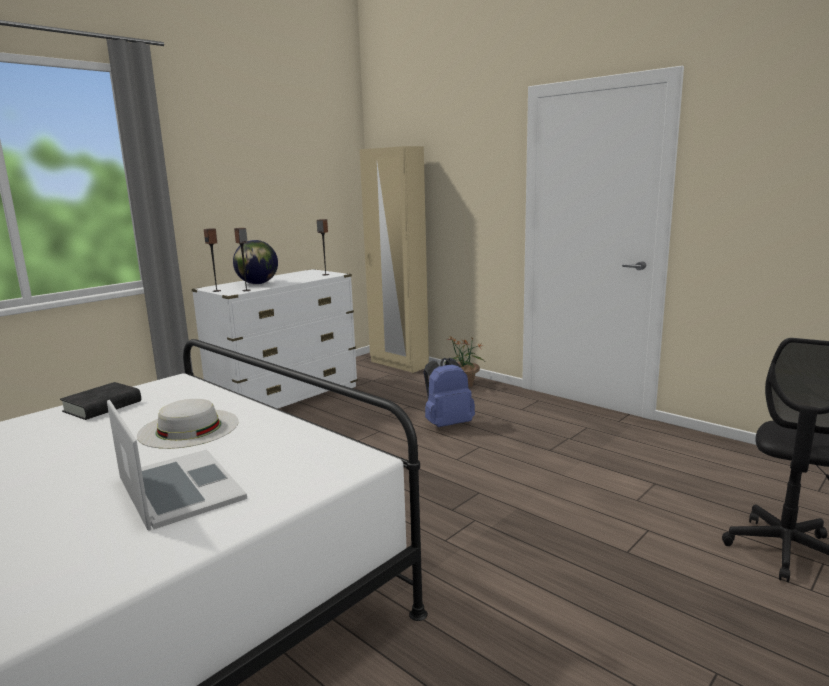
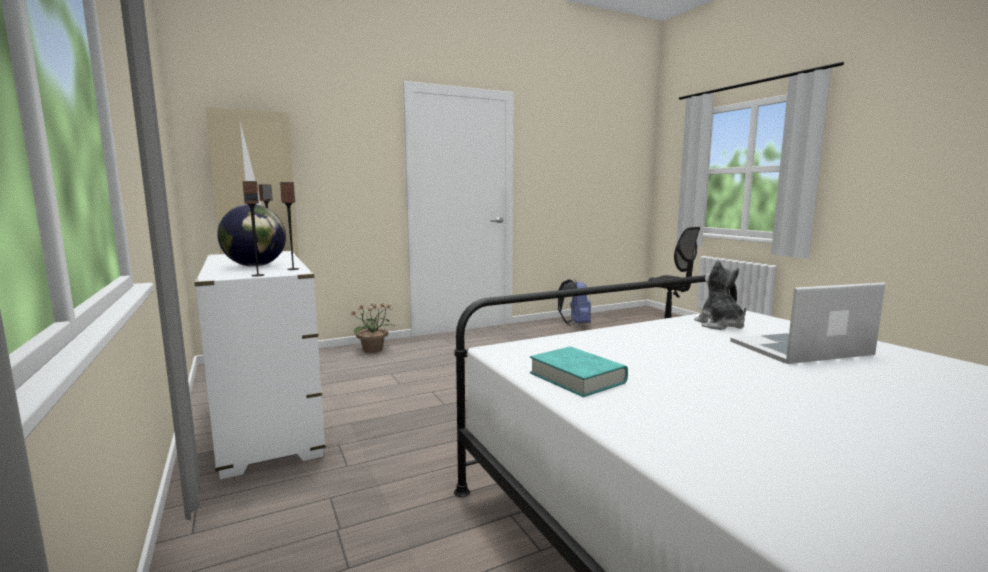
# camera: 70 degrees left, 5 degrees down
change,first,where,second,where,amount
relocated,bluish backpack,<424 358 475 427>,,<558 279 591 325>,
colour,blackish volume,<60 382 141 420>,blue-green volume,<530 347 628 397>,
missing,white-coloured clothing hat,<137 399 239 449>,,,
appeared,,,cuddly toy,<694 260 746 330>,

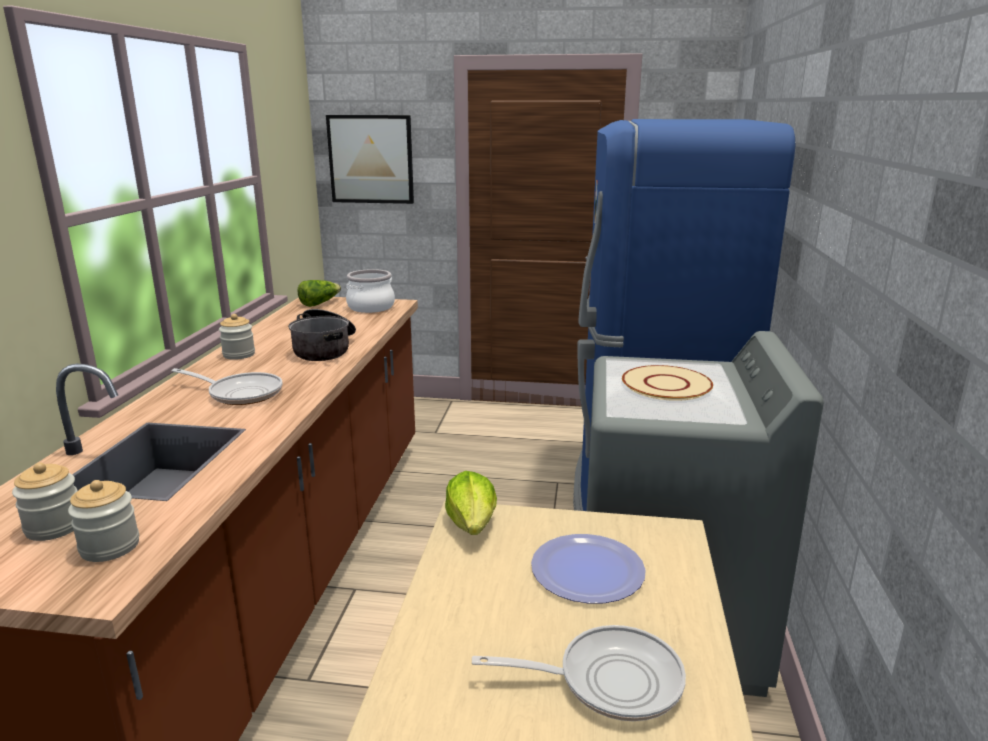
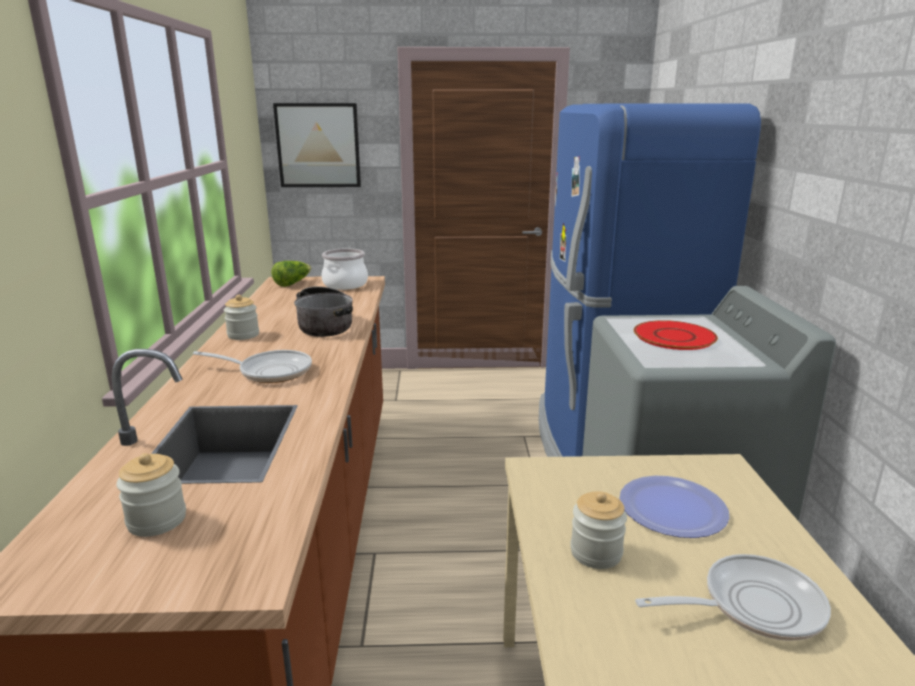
# camera: 10 degrees left, 0 degrees up
change,first,where,second,where,amount
colour,sand-coloured flat dish,<622 365 713 401>,reddish flat dish,<634 320 718 350>,
missing,lettuce head,<445 471 497 535>,,,
relocated,jar,<68 480 139 562>,,<570 491 627 569>,

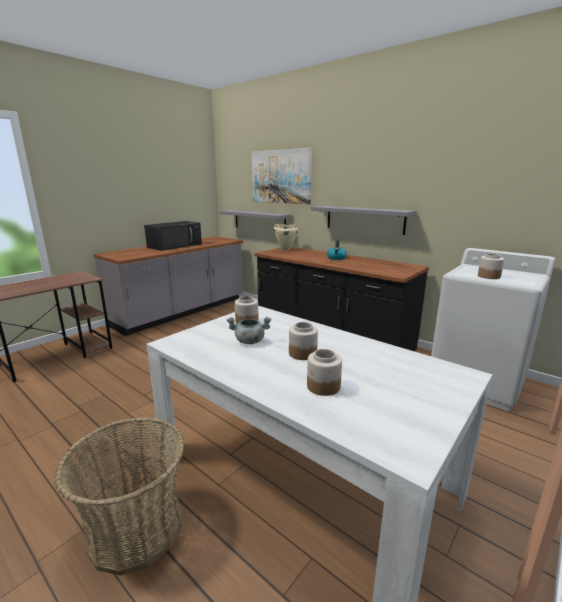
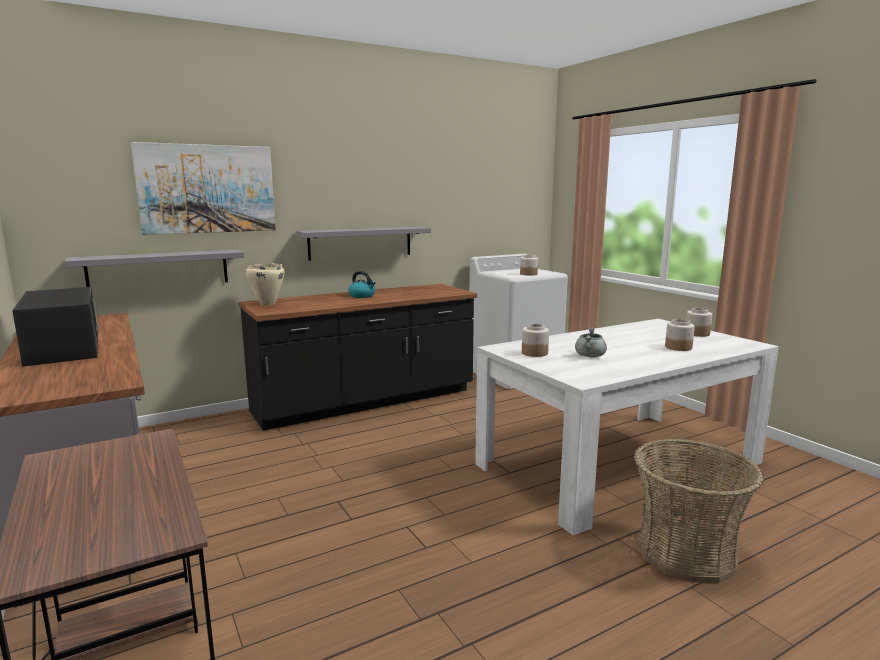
# camera: 70 degrees left, 5 degrees down
change,first,where,second,where,amount
relocated,jar,<289 322 318 360>,,<686 308 712 337>,

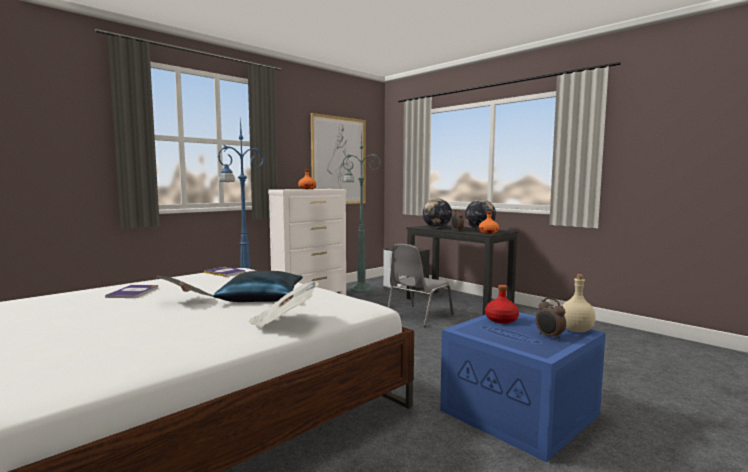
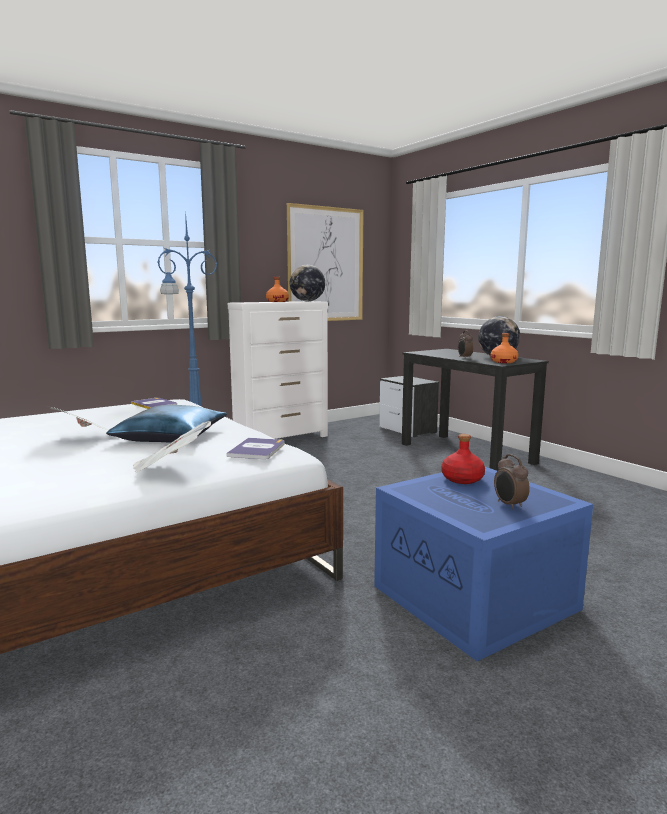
# camera: 10 degrees right, 5 degrees up
change,first,where,second,where,amount
missing,greenish floor lamp,<342 132 381 293>,,,
relocated,globe,<422 199 452 228>,,<290 265 325 301>,
missing,greyish plain chair,<388 244 454 327>,,,
missing,sand-coloured drink bottle,<562 274 596 332>,,,
relocated,volume,<105 285 158 298>,,<226 438 285 459>,

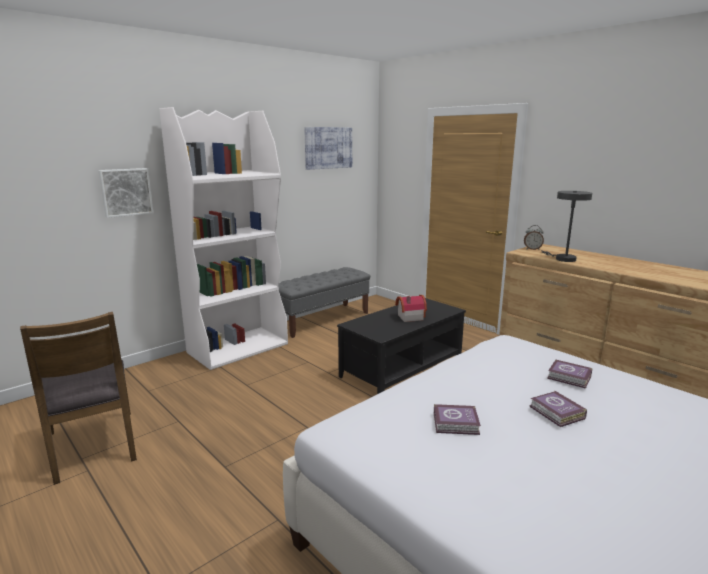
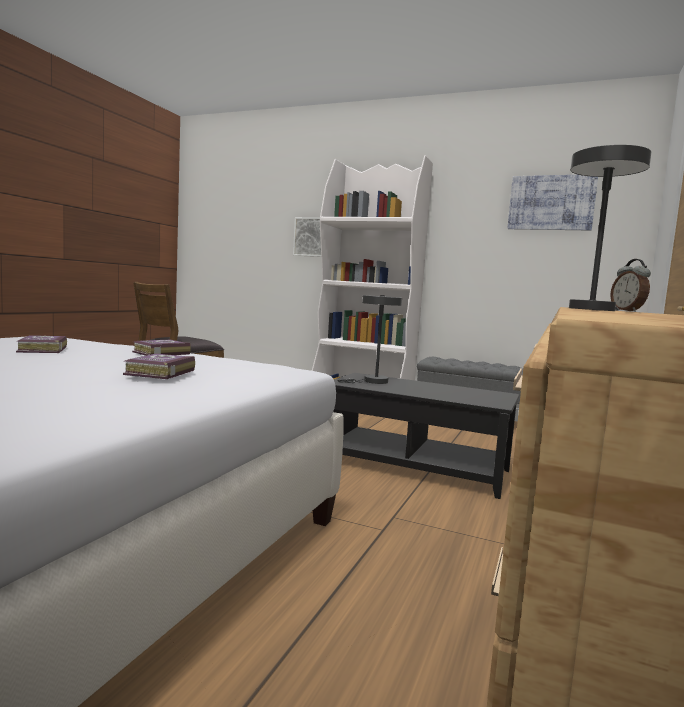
# camera: 65 degrees right, 10 degrees down
change,first,where,second,where,amount
missing,miniature house,<395 295 427 322>,,,
relocated,volume,<529 391 587 427>,,<132 340 191 356>,
appeared,,,greyish tabletop lamp,<337 295 402 384>,

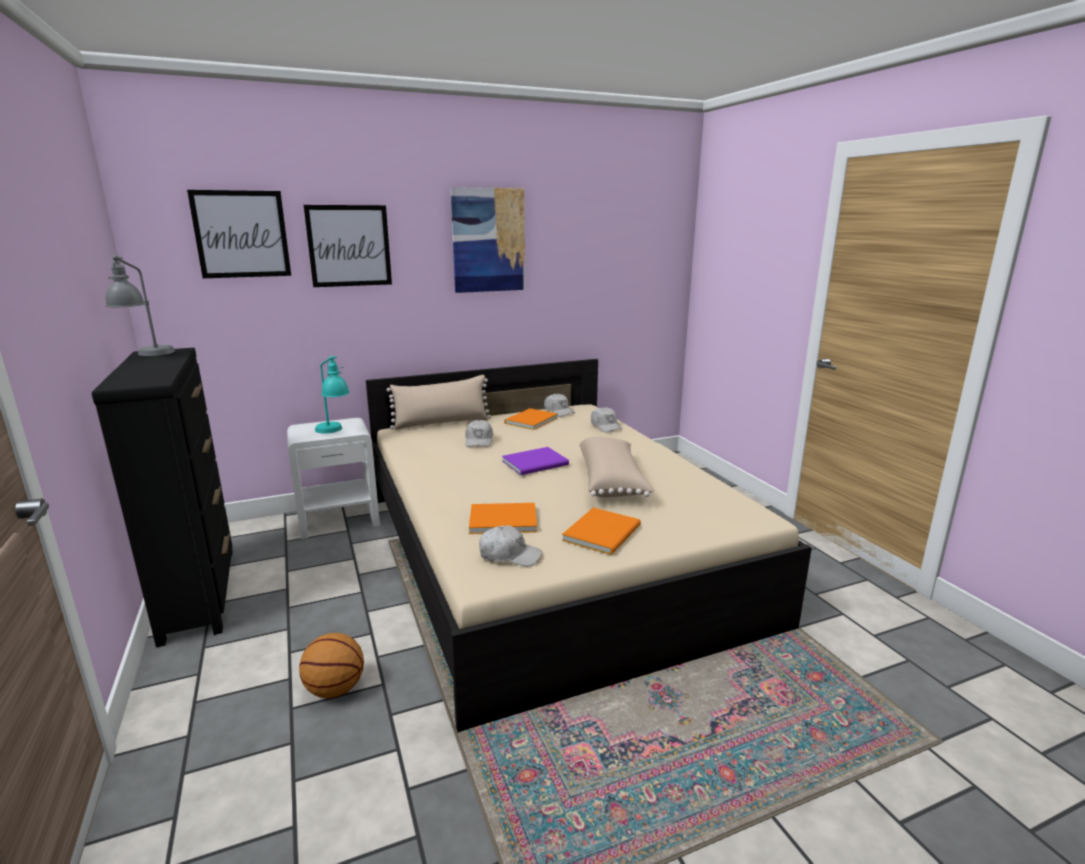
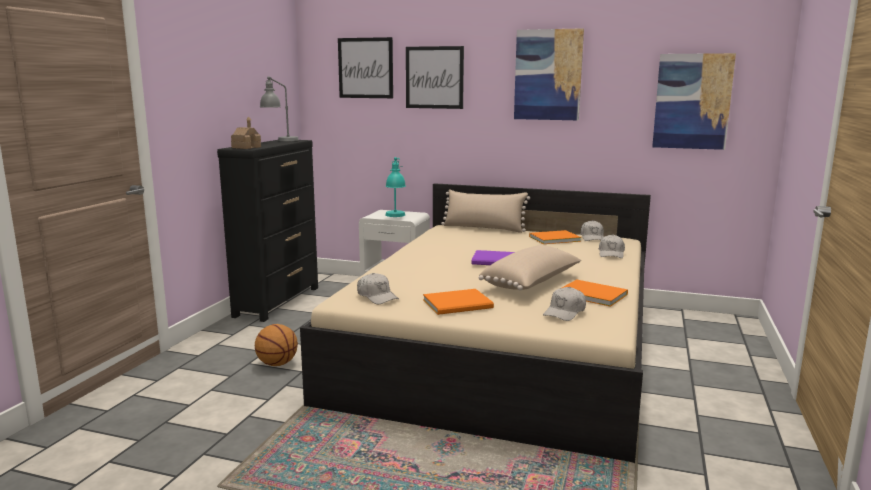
# camera: 40 degrees right, 5 degrees down
change,first,where,second,where,amount
relocated,white-coloured cap,<465 420 493 447>,,<543 287 586 321>,
relocated,orange volume,<469 503 537 534>,,<562 279 628 307>,
appeared,,,picture,<652 53 736 150>,
appeared,,,miniature house,<231 116 261 149>,

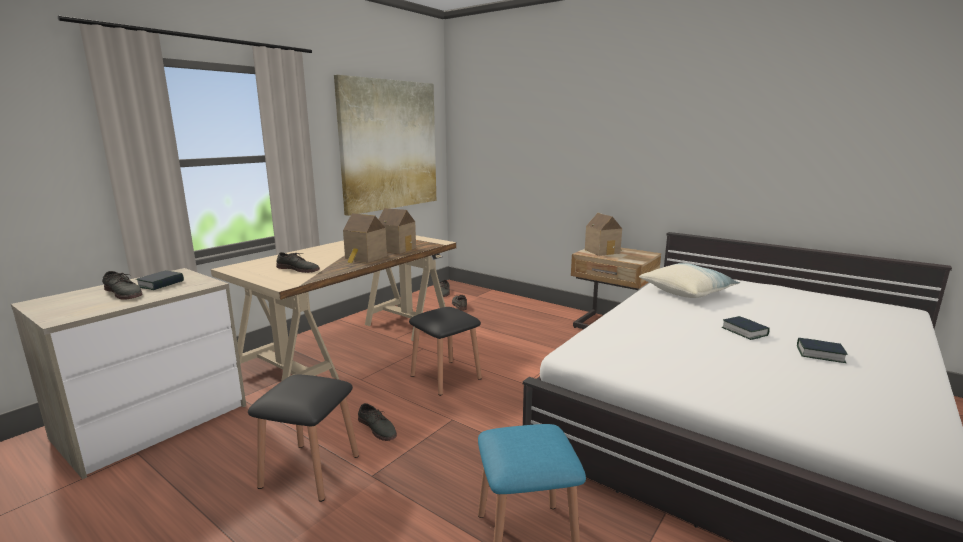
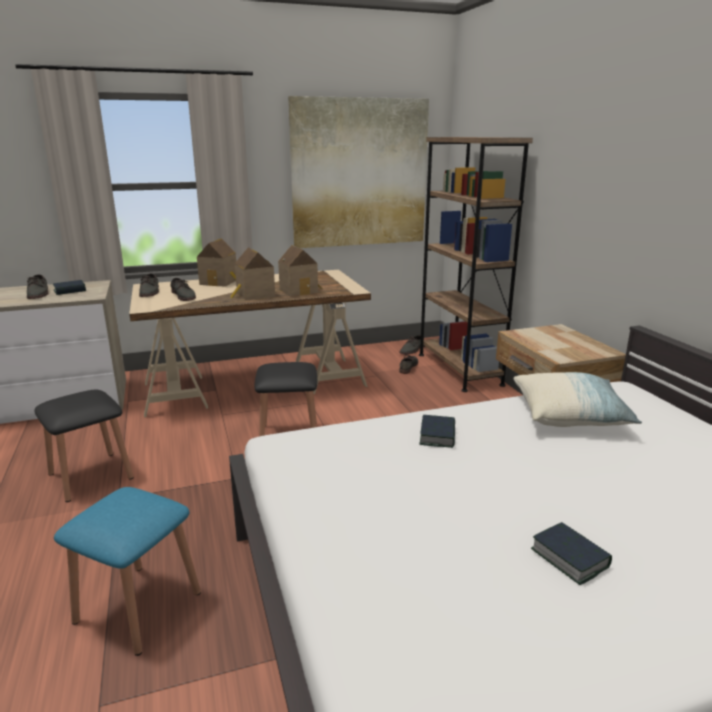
# camera: 35 degrees right, 5 degrees up
change,first,where,second,where,amount
relocated,miniature house,<585 213 622 256>,,<197 238 236 287>,
relocated,volume,<722 316 770 340>,,<419 415 455 448>,
relocated,greyish shoe,<358 403 397 441>,,<139 273 159 297>,
appeared,,,brownish shelving unit,<419 137 533 392>,

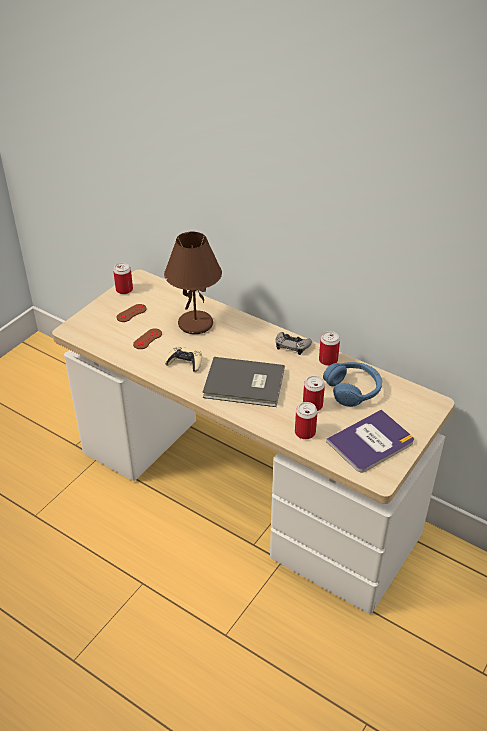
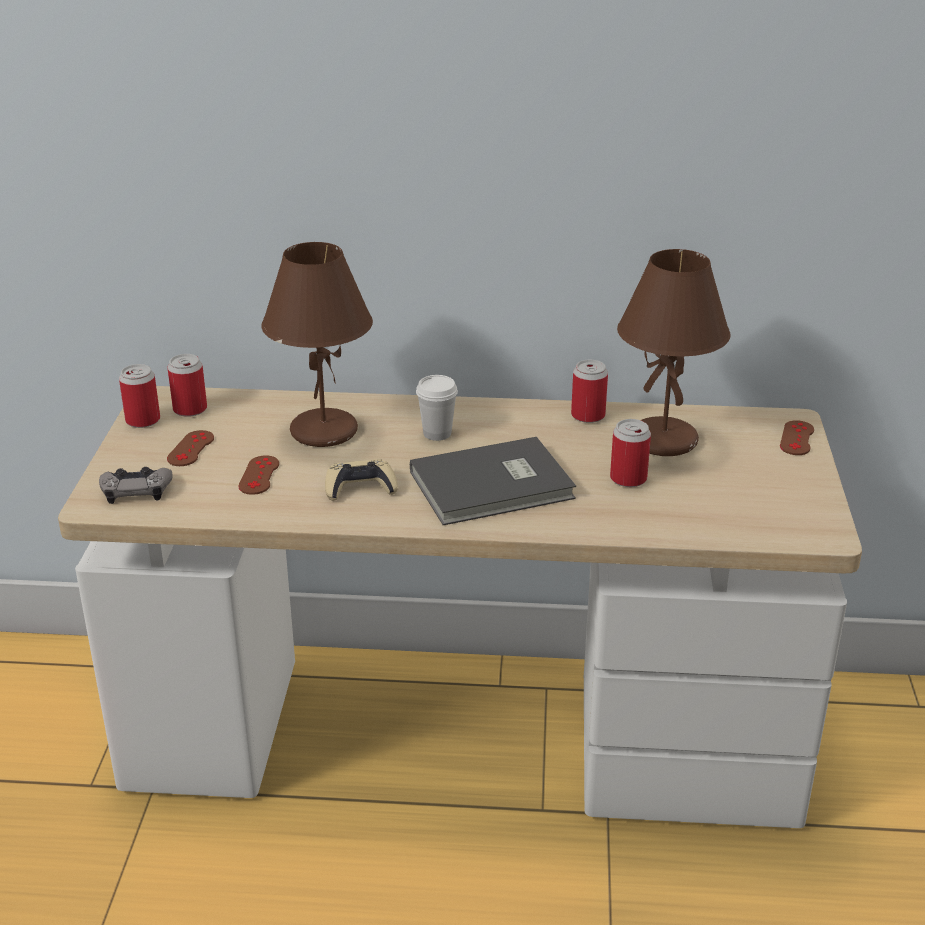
# camera: 30 degrees left, 10 degrees down
change,first,where,second,where,amount
relocated,greyish game controller,<276 332 312 355>,,<99 467 172 504>,
exchanged,bluish headphones,<323 362 382 407>,brownish tabletop lamp,<617 249 730 456>,
relocated,can,<295 402 317 439>,,<167 354 207 417>,
missing,volume,<326 409 414 472>,,,
appeared,,,white-coloured cup,<416 375 458 441>,
appeared,,,brownish game controller,<780 420 814 455>,

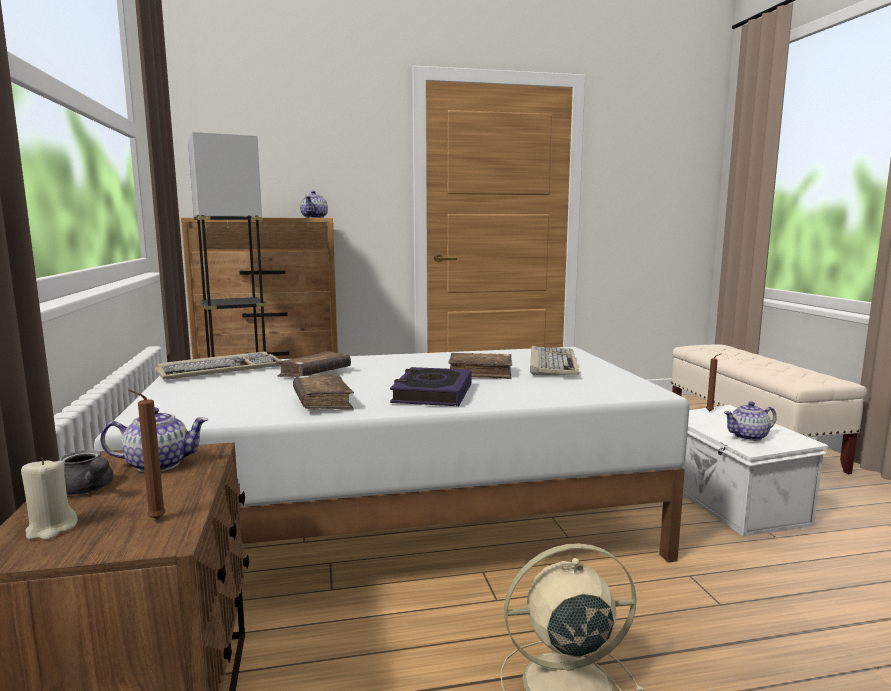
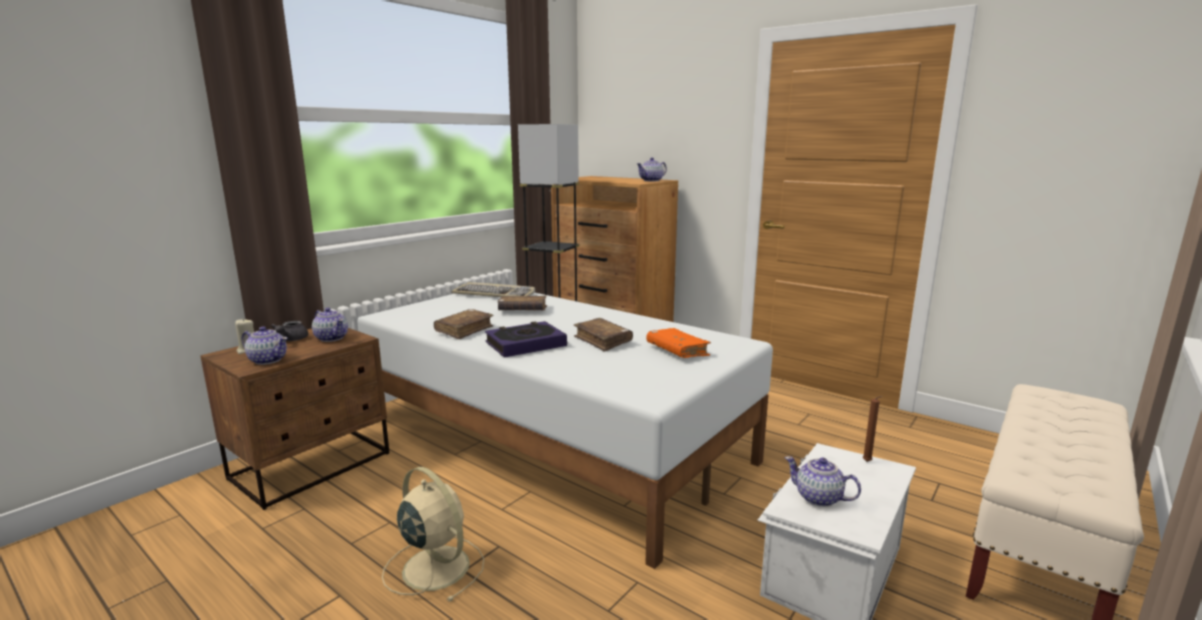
# camera: 50 degrees right, 5 degrees up
change,first,where,second,where,amount
exchanged,PC keyboard,<530 346 579 375>,orange volume,<646 328 711 358>,
exchanged,brownish wax light,<128 389 166 520>,pot for tea,<242 326 288 365>,

